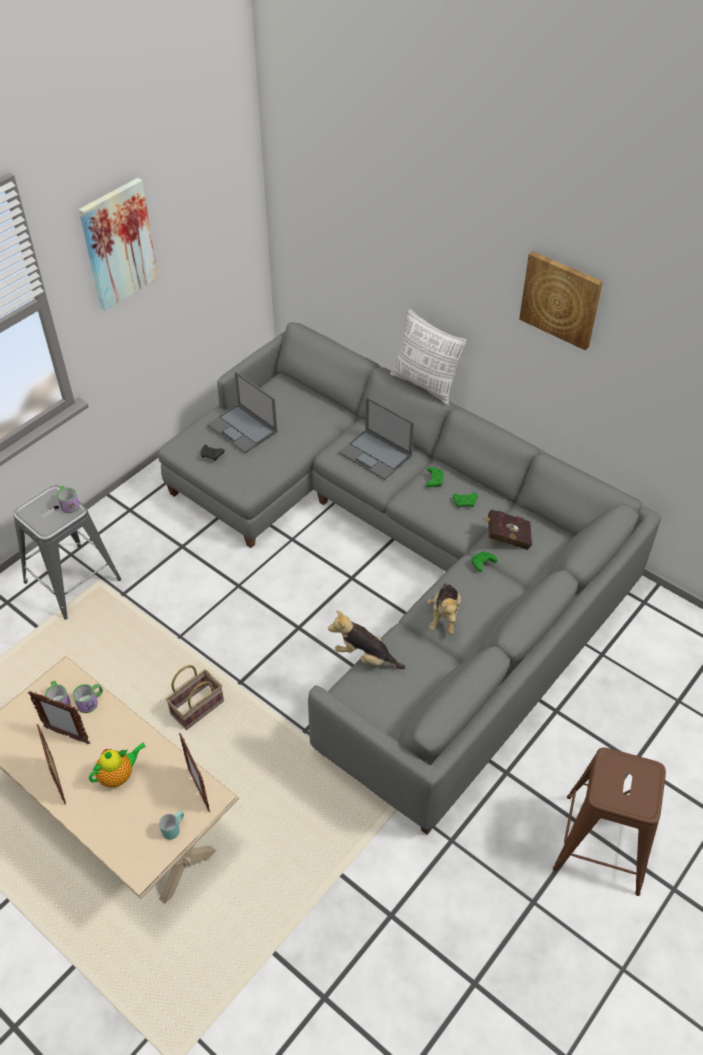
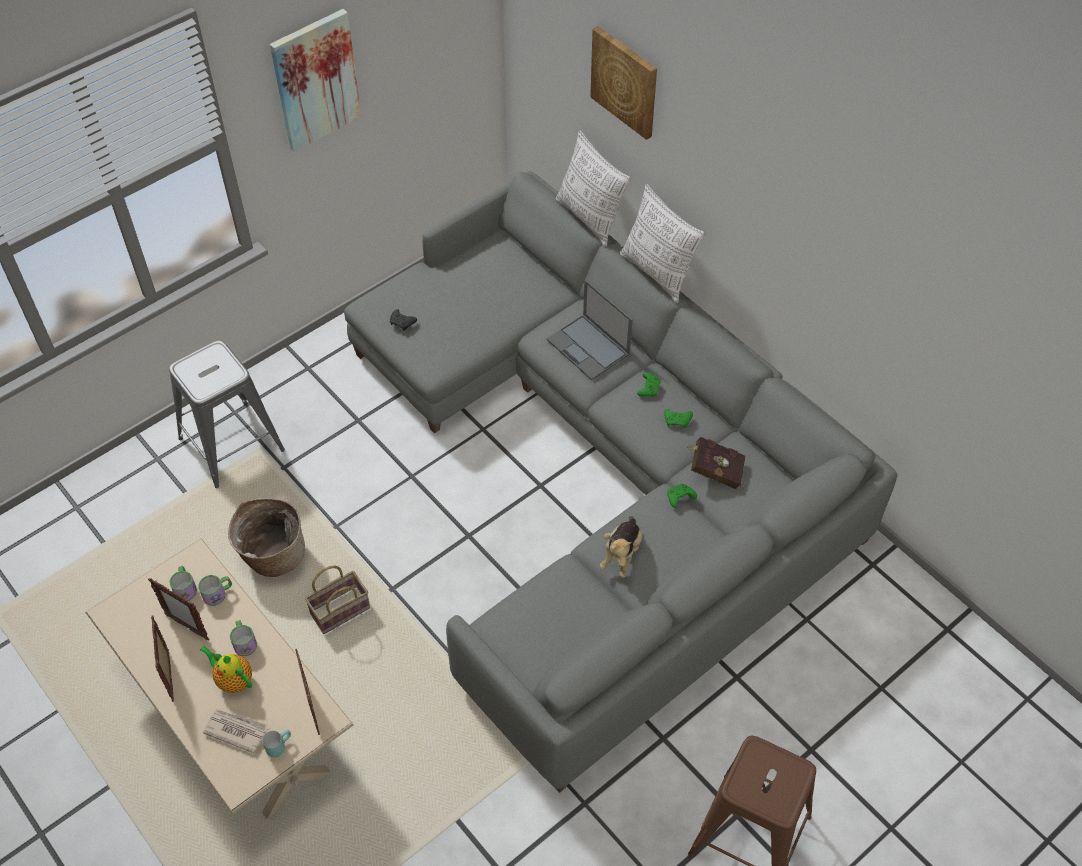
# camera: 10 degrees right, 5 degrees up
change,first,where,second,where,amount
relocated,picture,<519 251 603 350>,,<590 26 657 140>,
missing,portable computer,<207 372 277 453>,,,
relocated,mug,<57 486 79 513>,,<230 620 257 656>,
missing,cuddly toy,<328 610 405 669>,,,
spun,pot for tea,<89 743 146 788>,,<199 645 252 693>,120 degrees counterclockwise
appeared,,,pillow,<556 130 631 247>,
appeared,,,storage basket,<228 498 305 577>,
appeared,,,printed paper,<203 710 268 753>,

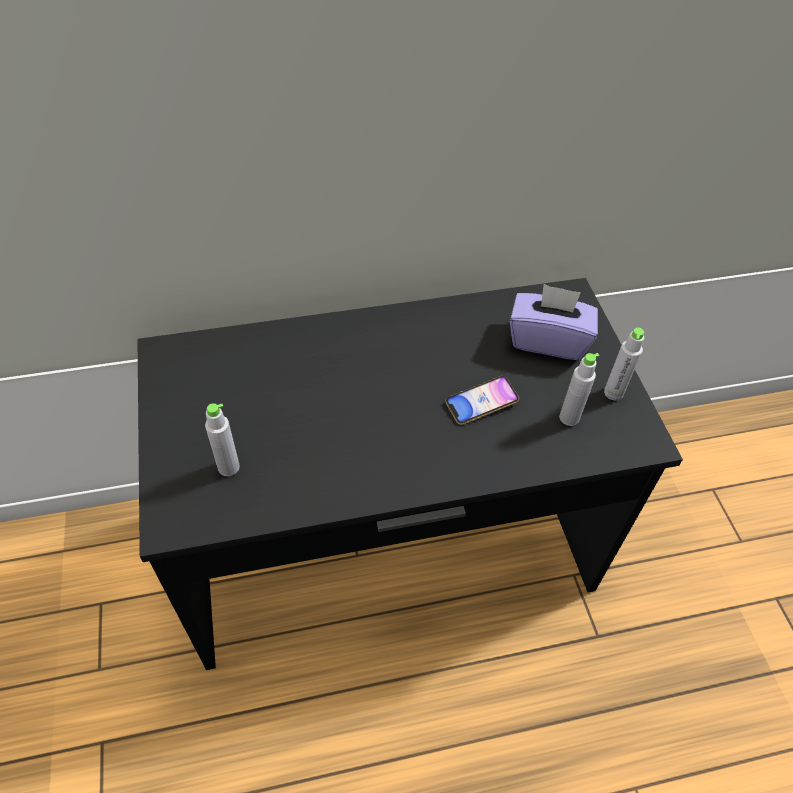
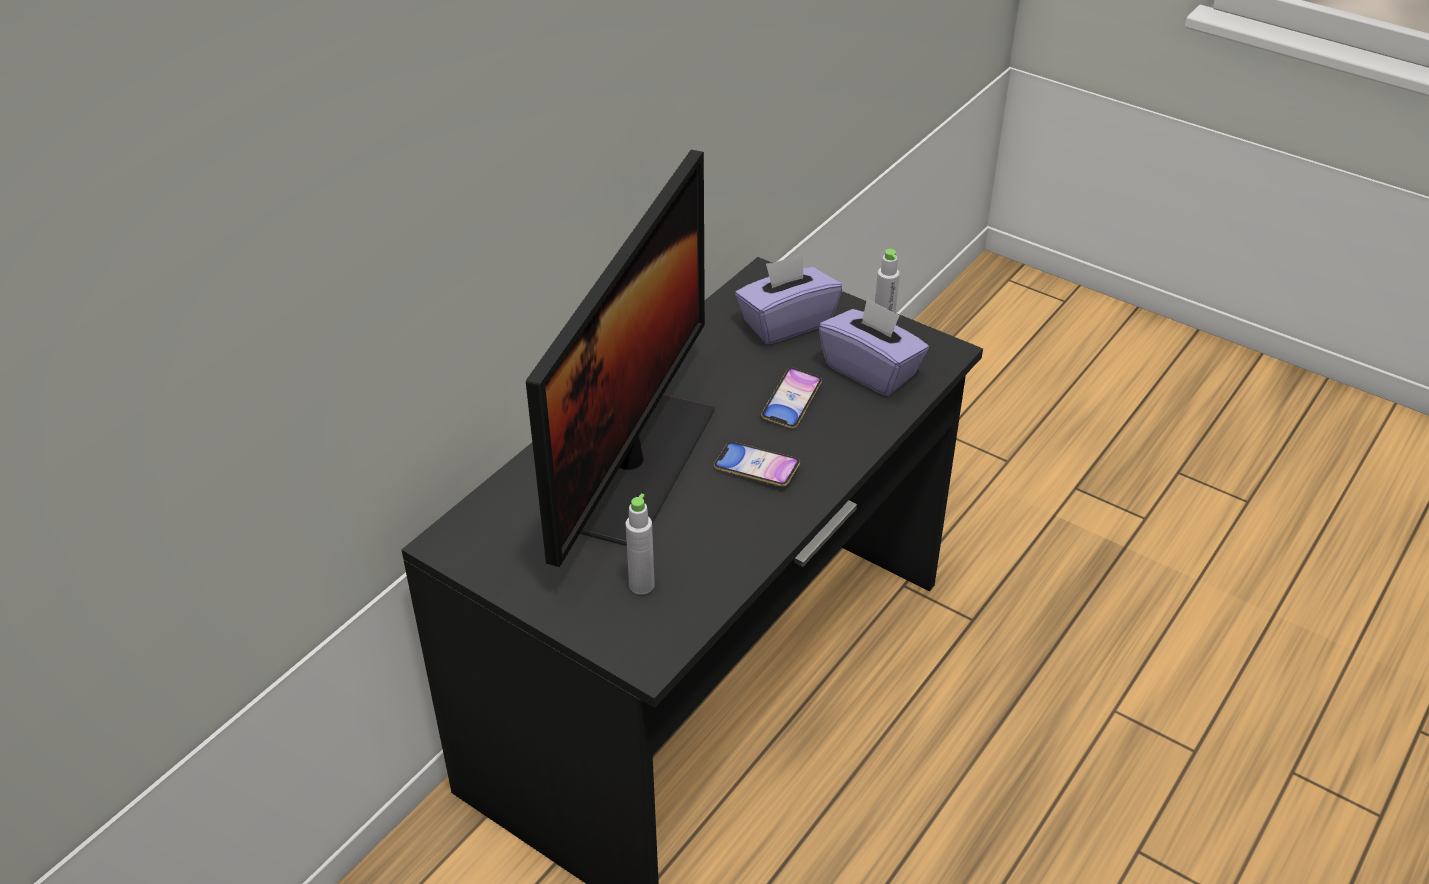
# camera: 40 degrees left, 10 degrees down
change,first,where,second,where,amount
exchanged,greyish drink bottle,<559 353 599 426>,purplish box of tissues,<819 297 929 396>,
appeared,,,computer screen,<526 150 714 567>,
appeared,,,phone,<714 442 800 487>,

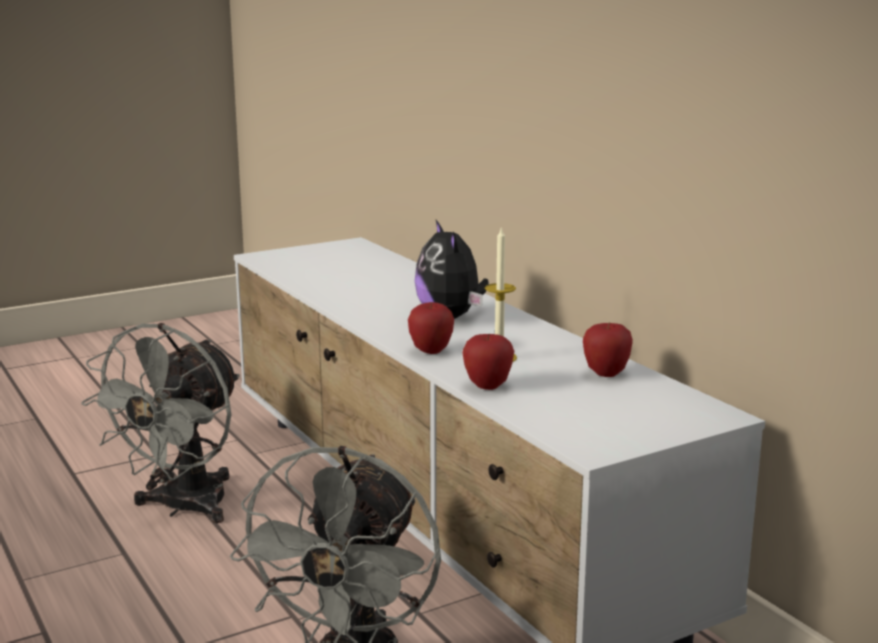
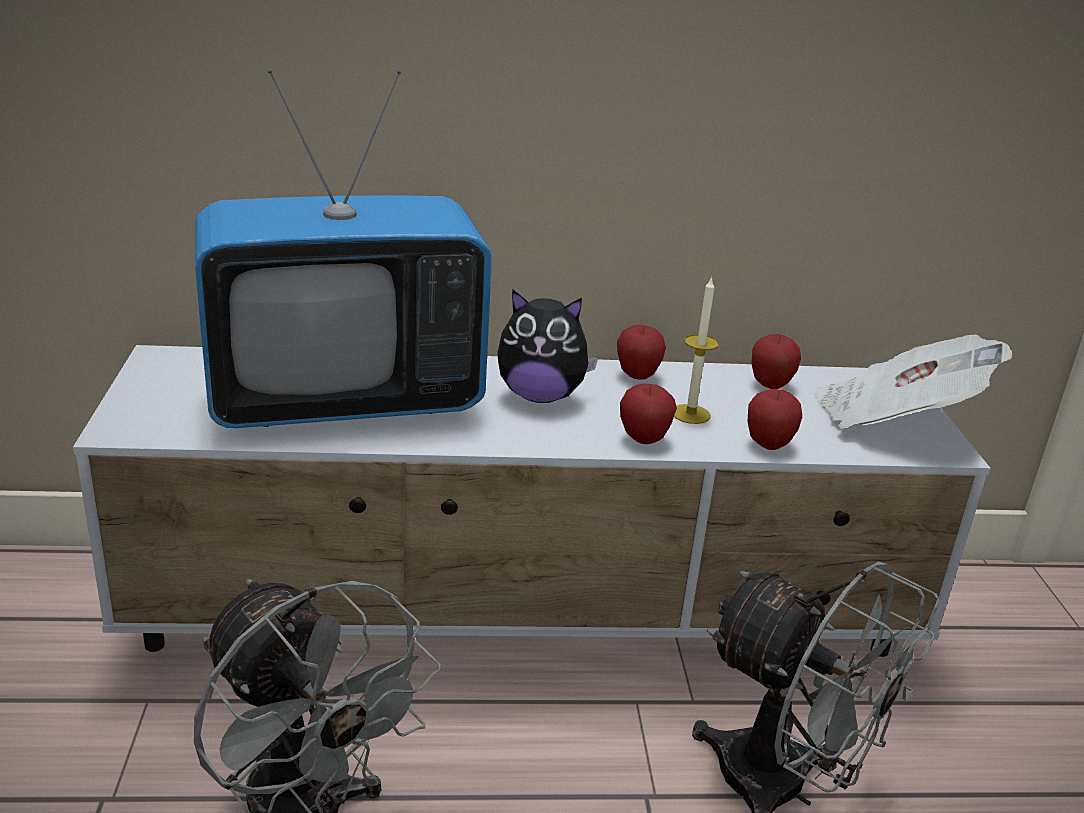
# camera: 65 degrees left, 10 degrees up
change,first,where,second,where,amount
appeared,,,TV set,<195 69 492 428>,
appeared,,,apple fruit,<617 325 666 380>,
appeared,,,printed paper,<814 334 1012 429>,

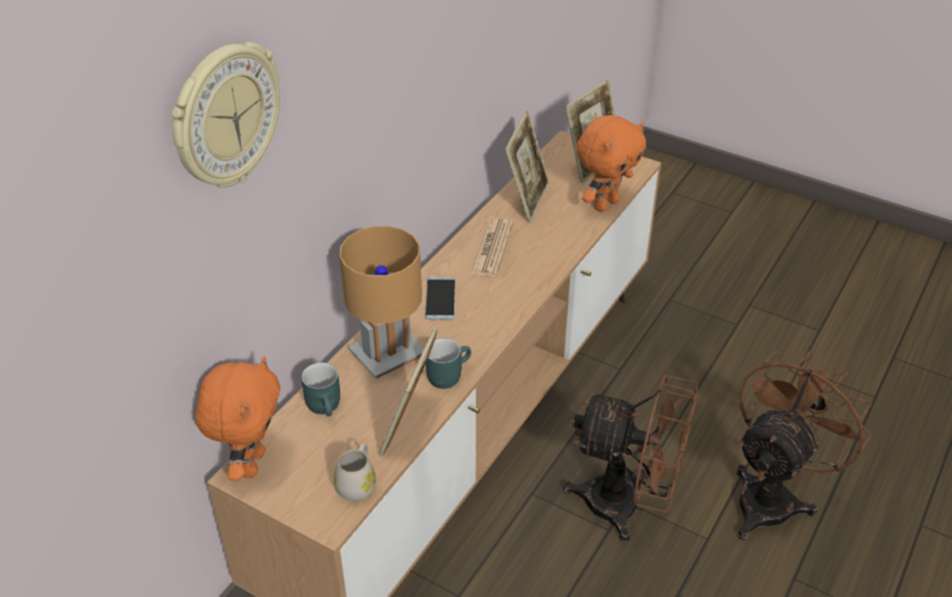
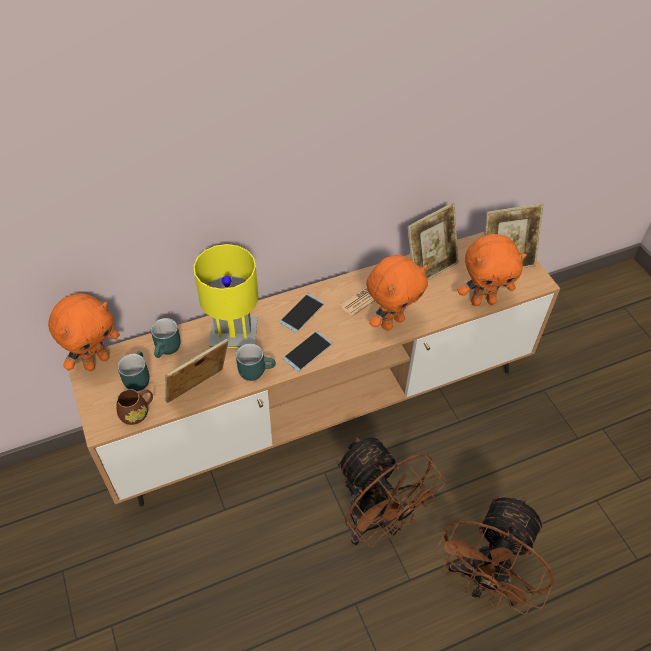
# camera: 35 degrees right, 10 degrees up
change,first,where,second,where,amount
missing,hanging clock,<172 42 280 188>,,,
colour,brownish tabletop lamp,<339 226 424 378>,yellow-coloured tabletop lamp,<193 244 259 348>,
spun,brownish electric fan,<736 351 872 540>,,<435 496 554 615>,135 degrees clockwise
colour,white-coloured mug,<334 444 376 501>,brownish mug,<117 389 153 425>,
appeared,,,orange cuddly toy,<367 255 428 331>,
appeared,,,phone,<283 331 332 372>,
appeared,,,blue-green mug,<117 351 150 391>,

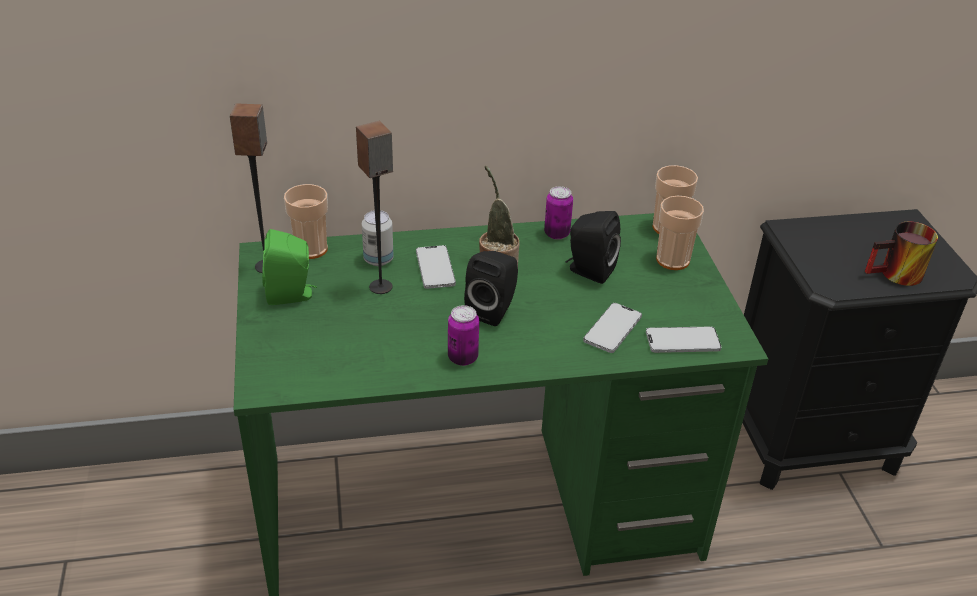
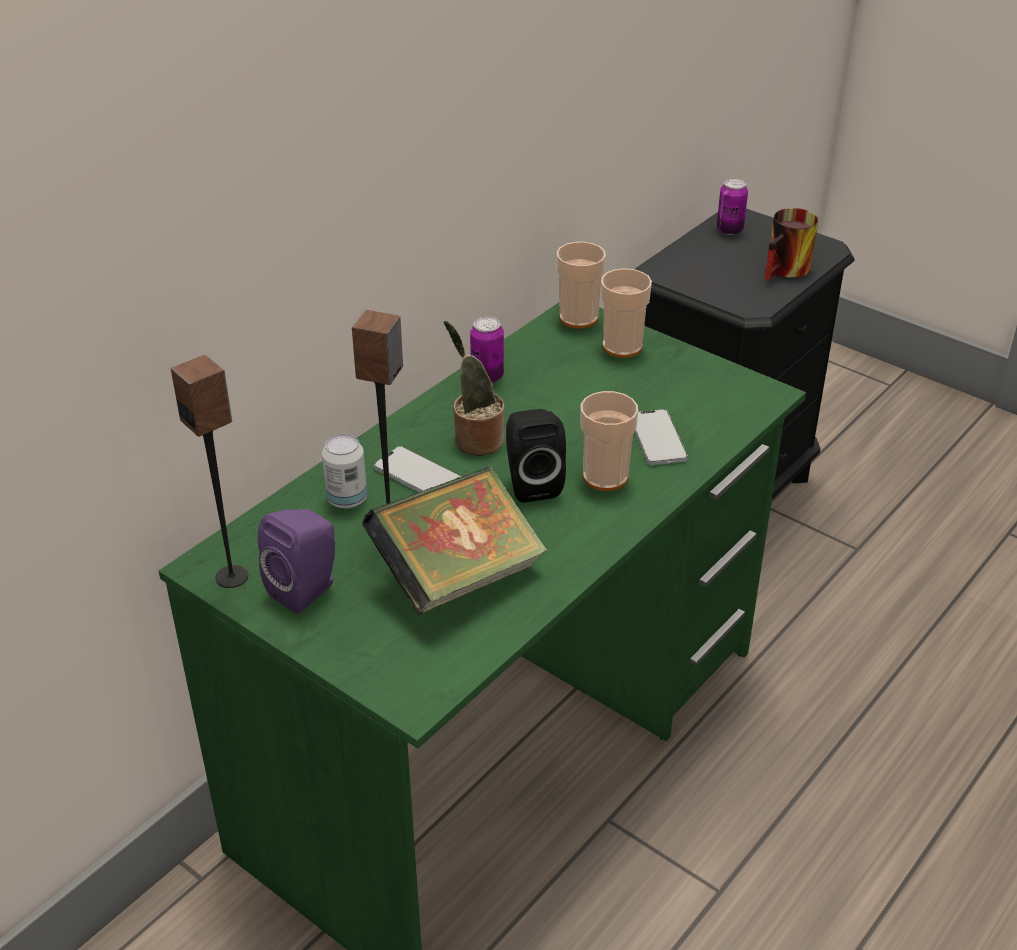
# camera: 40 degrees left, 0 degrees up
change,first,where,second,where,amount
relocated,cup,<284 184 328 259>,,<580 391 638 491>,
missing,blackish audio speaker,<566 211 621 284>,,,
colour,greenish audio speaker,<262 229 317 305>,purplish audio speaker,<258 509 335 614>,
relocated,can,<448 305 479 366>,,<717 178 748 235>,
missing,phone,<646 327 721 353>,,,
appeared,,,volume,<362 466 547 615>,

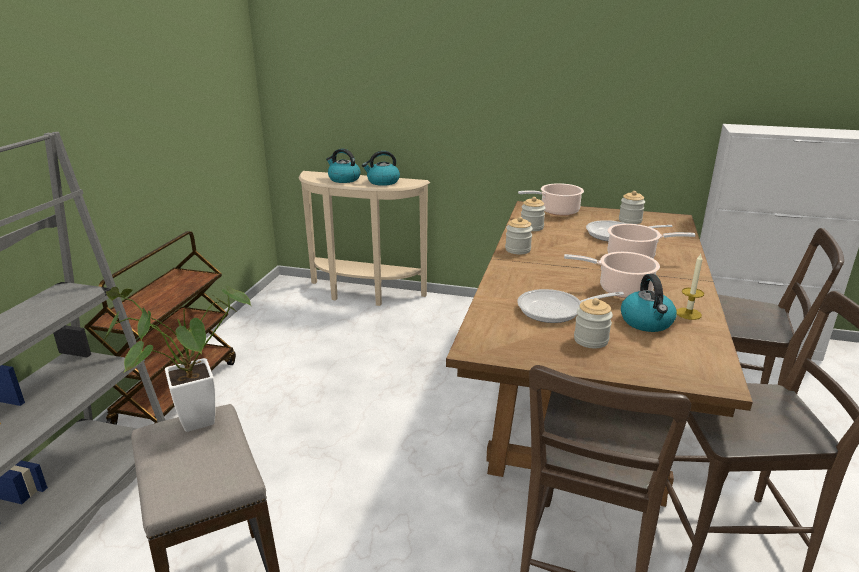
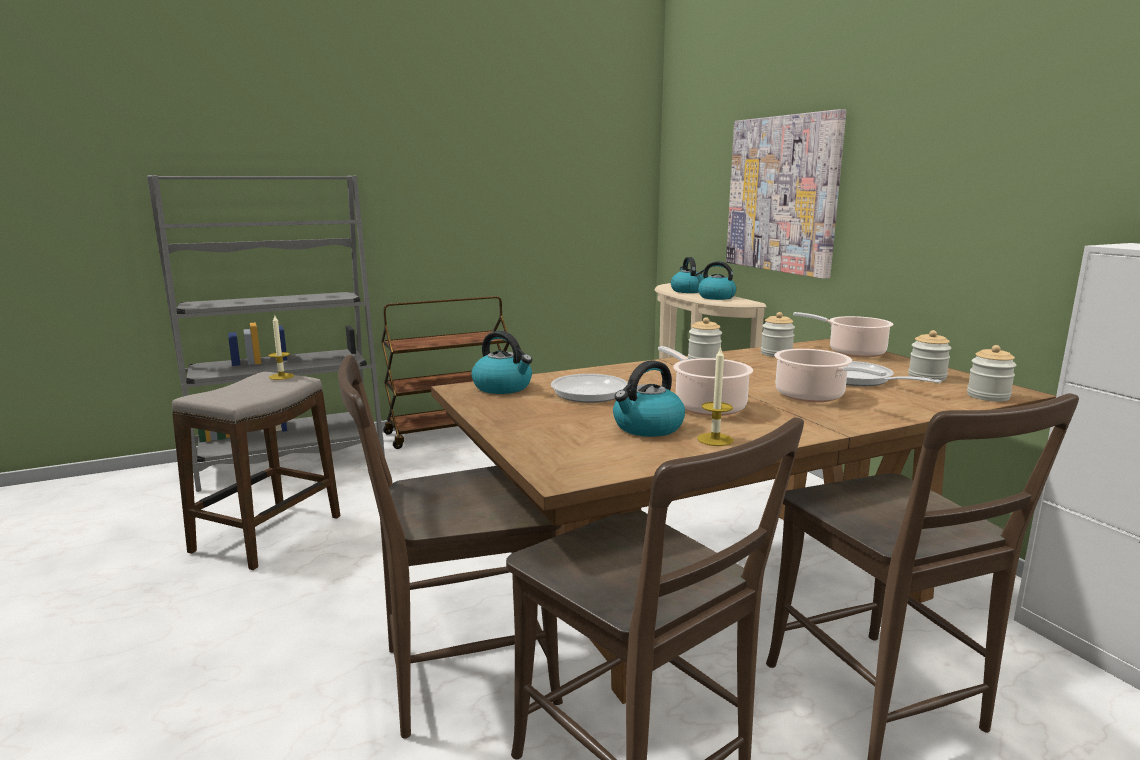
# camera: 50 degrees right, 10 degrees down
change,first,where,second,where,amount
exchanged,plant in a pot,<101 285 251 432>,wax light,<268 315 294 380>,
relocated,jar,<574 298 613 348>,,<967 345 1017 402>,
appeared,,,picture,<726 109 846 279>,
appeared,,,kettle,<471 331 532 394>,

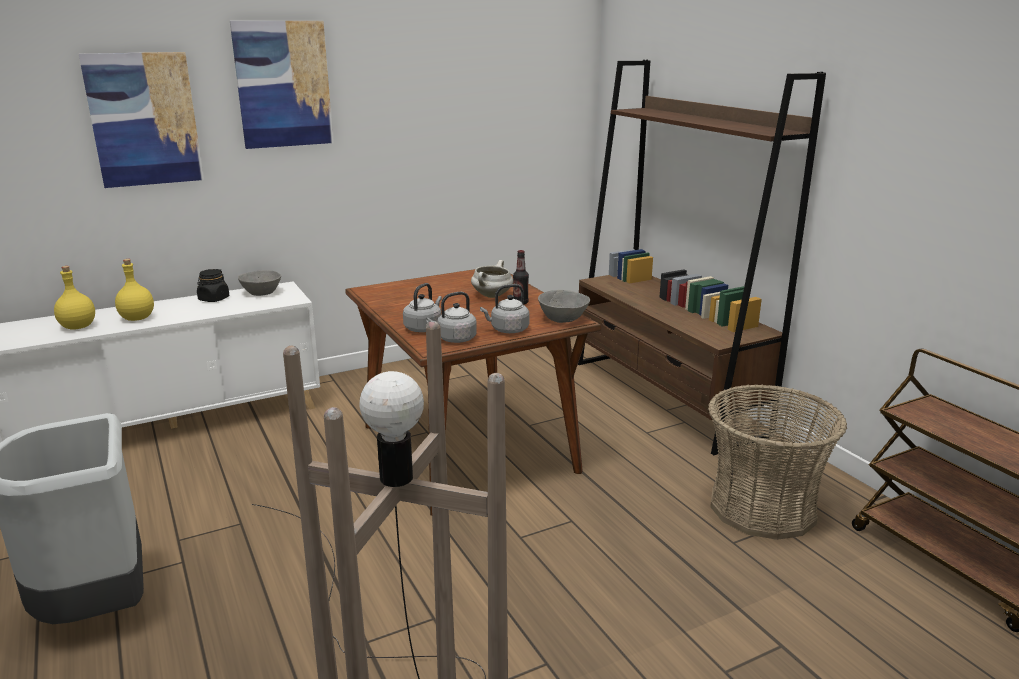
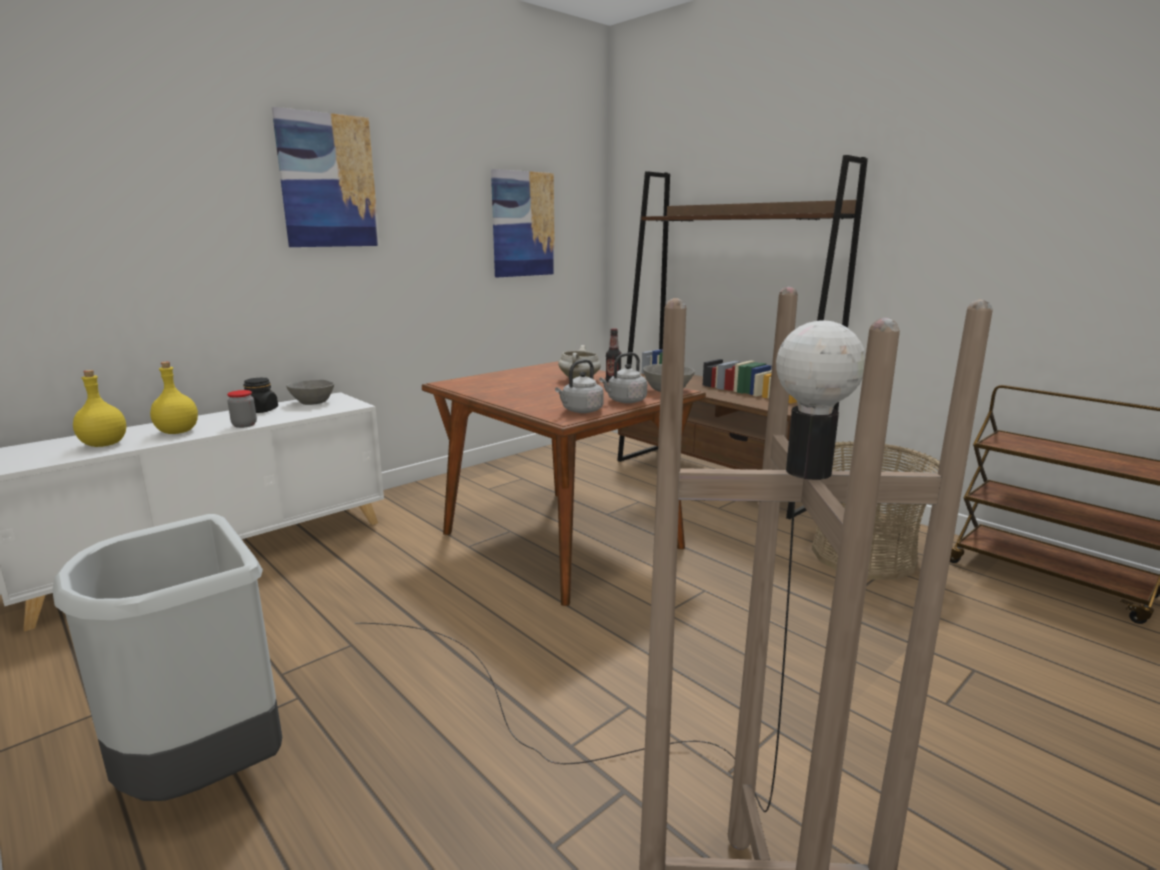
# camera: 15 degrees left, 5 degrees down
change,first,where,second,where,amount
relocated,picture,<79 52 204 188>,,<491 169 555 277>,
missing,greyish kettle,<403 283 442 332>,,,
appeared,,,jar,<227 390 257 428>,

